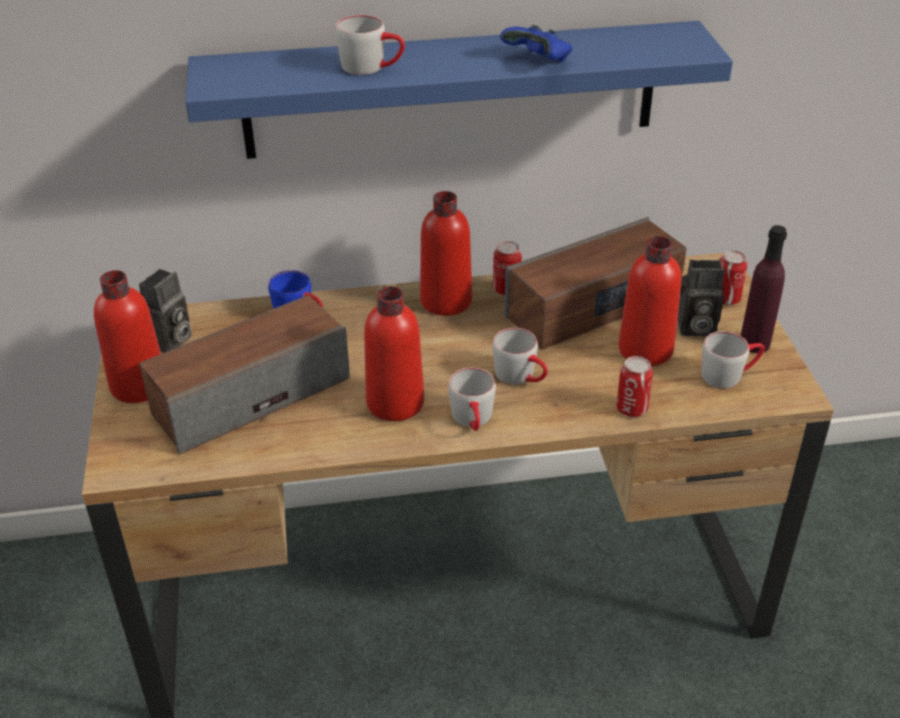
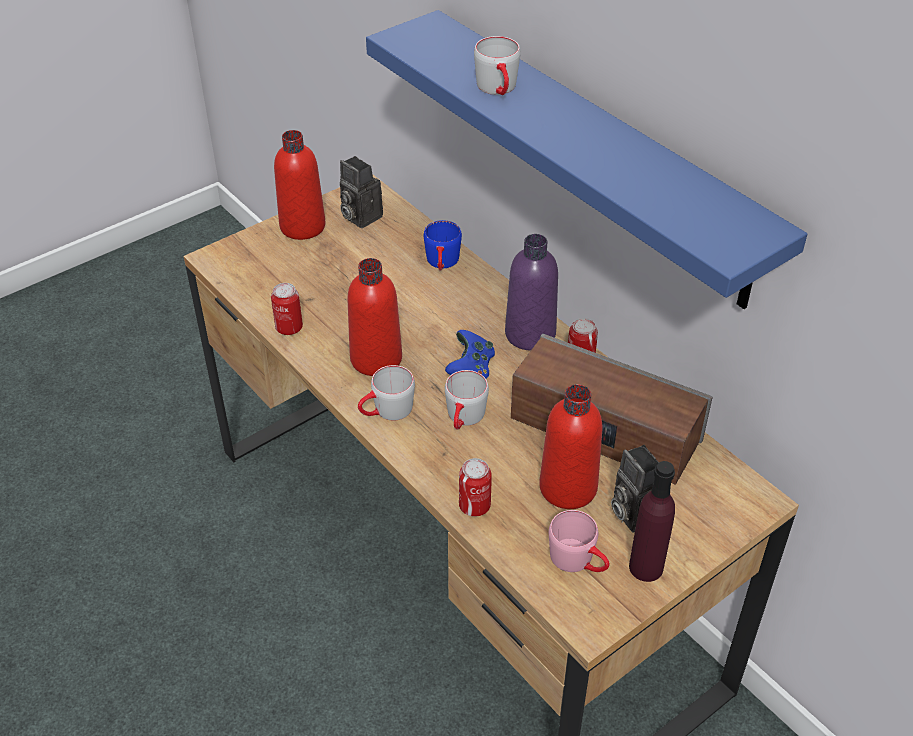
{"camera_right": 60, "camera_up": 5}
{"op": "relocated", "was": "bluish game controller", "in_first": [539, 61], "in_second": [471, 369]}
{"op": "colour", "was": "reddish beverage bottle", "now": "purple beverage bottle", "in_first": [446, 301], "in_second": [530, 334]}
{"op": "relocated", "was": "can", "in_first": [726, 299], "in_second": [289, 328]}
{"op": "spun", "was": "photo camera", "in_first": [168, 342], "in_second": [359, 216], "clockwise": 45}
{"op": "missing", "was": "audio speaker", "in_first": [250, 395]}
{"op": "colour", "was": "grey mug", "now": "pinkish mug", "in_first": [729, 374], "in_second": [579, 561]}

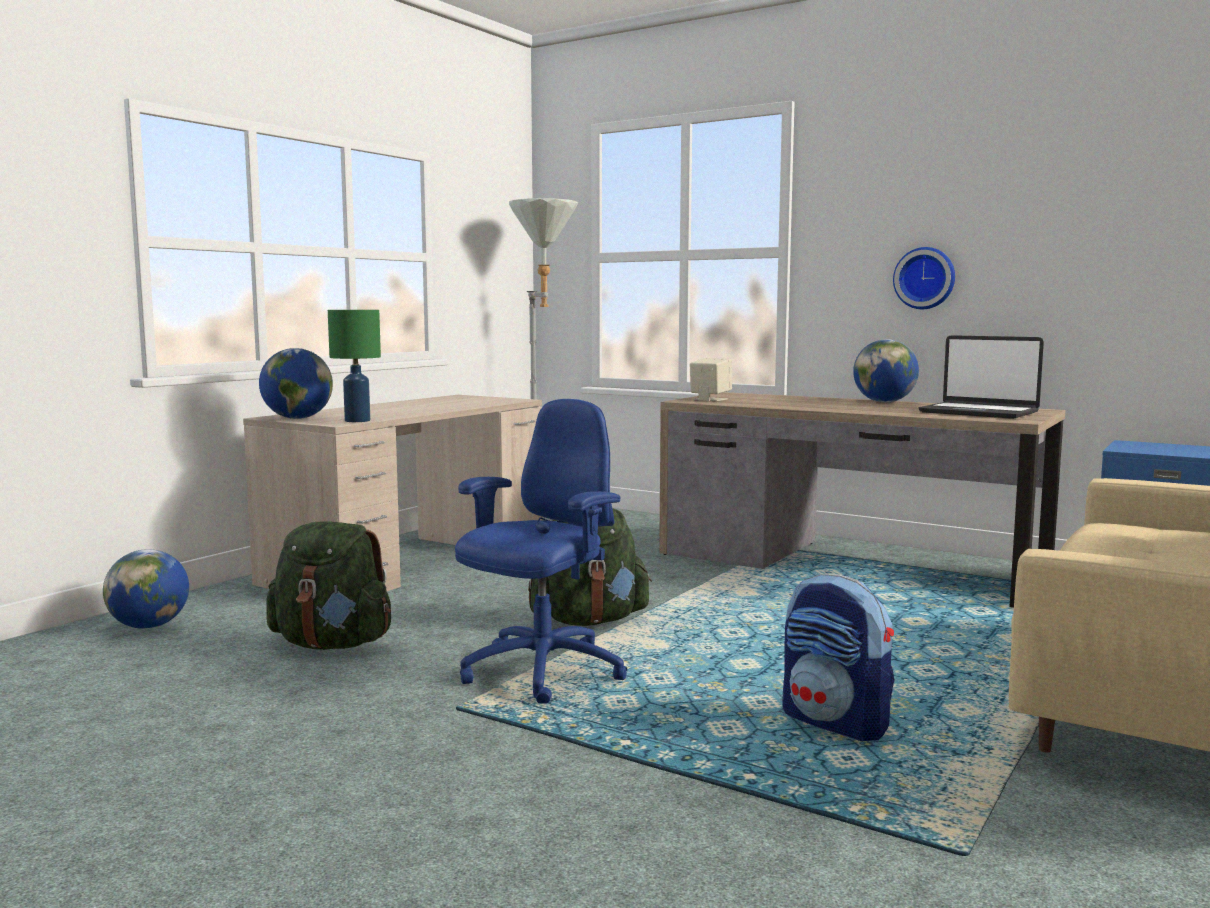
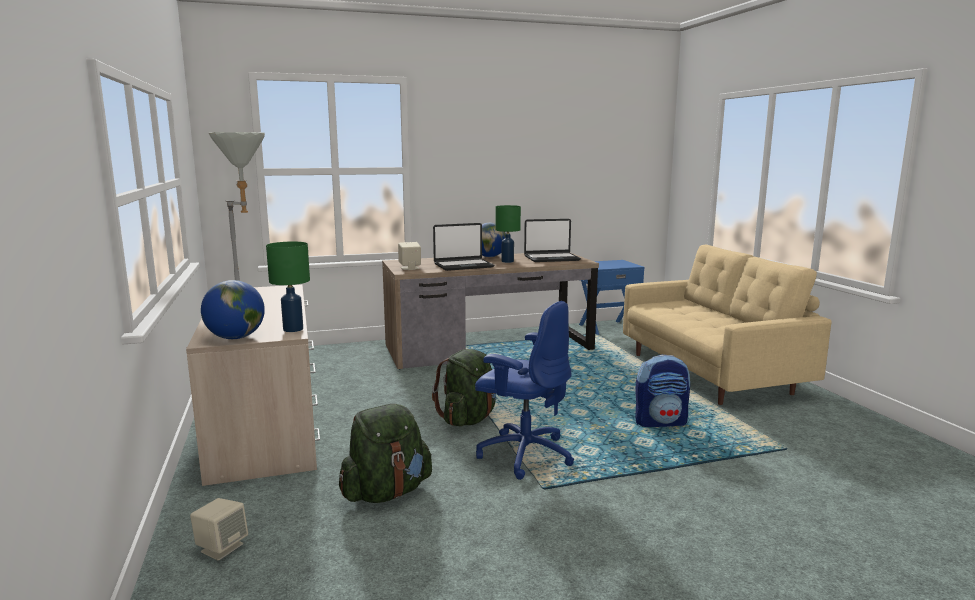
{"camera_right": -50, "camera_up": 5}
{"op": "missing", "was": "hanging clock", "in_first": [925, 278]}
{"op": "spun", "was": "bluish office chair", "in_first": [541, 673], "in_second": [524, 454], "clockwise": 135}
{"op": "exchanged", "was": "world globe", "now": "sand-coloured audio speaker", "in_first": [149, 626], "in_second": [222, 547]}
{"op": "appeared", "now": "green lamp for a table", "in_second": [508, 261]}
{"op": "appeared", "now": "laptop", "in_second": [463, 265]}

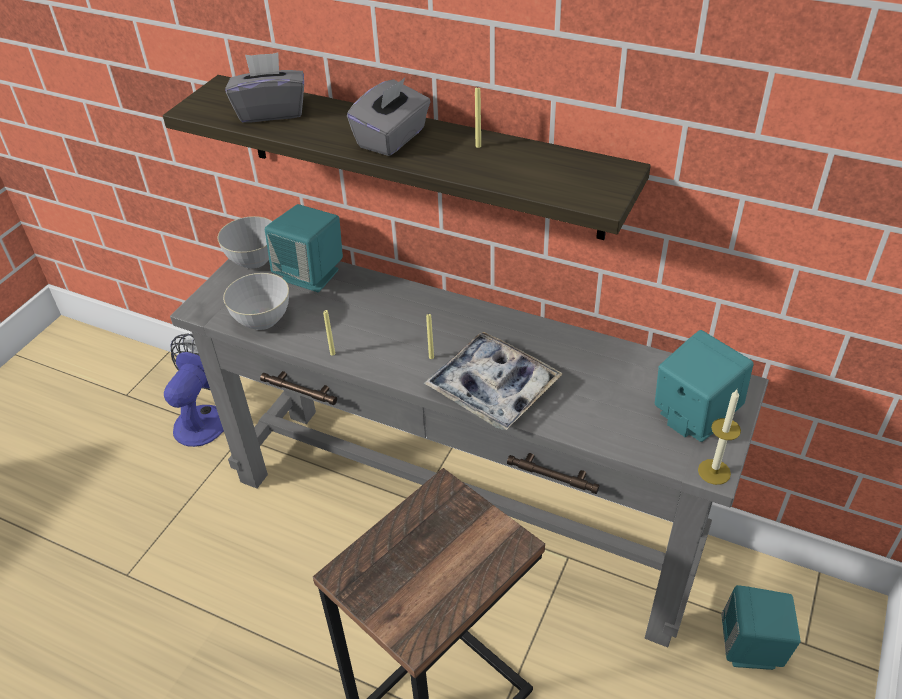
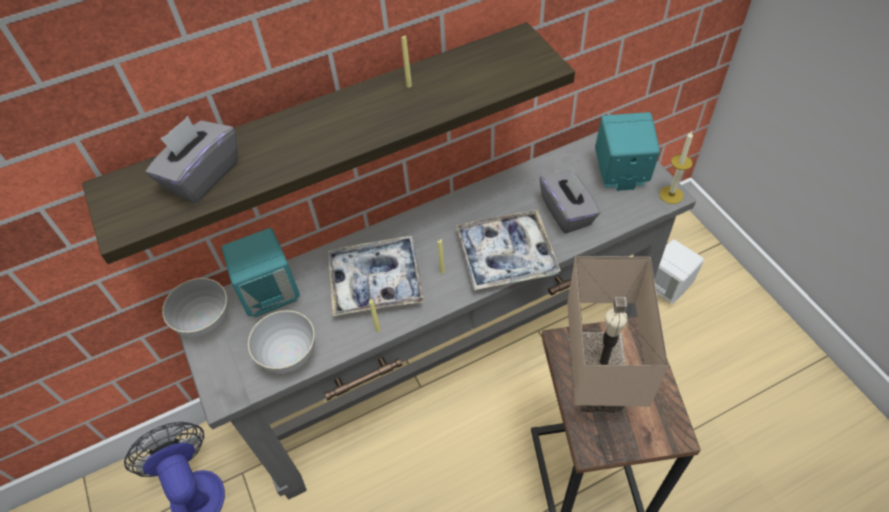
{"camera_right": -50, "camera_up": 10}
{"op": "relocated", "was": "grey box of tissues", "in_first": [392, 138], "in_second": [567, 212]}
{"op": "colour", "was": "turquoise audio speaker", "now": "whitish audio speaker", "in_first": [751, 647], "in_second": [667, 286]}
{"op": "appeared", "now": "tray", "in_second": [376, 281]}
{"op": "appeared", "now": "sand-coloured lamp for a table", "in_second": [594, 381]}

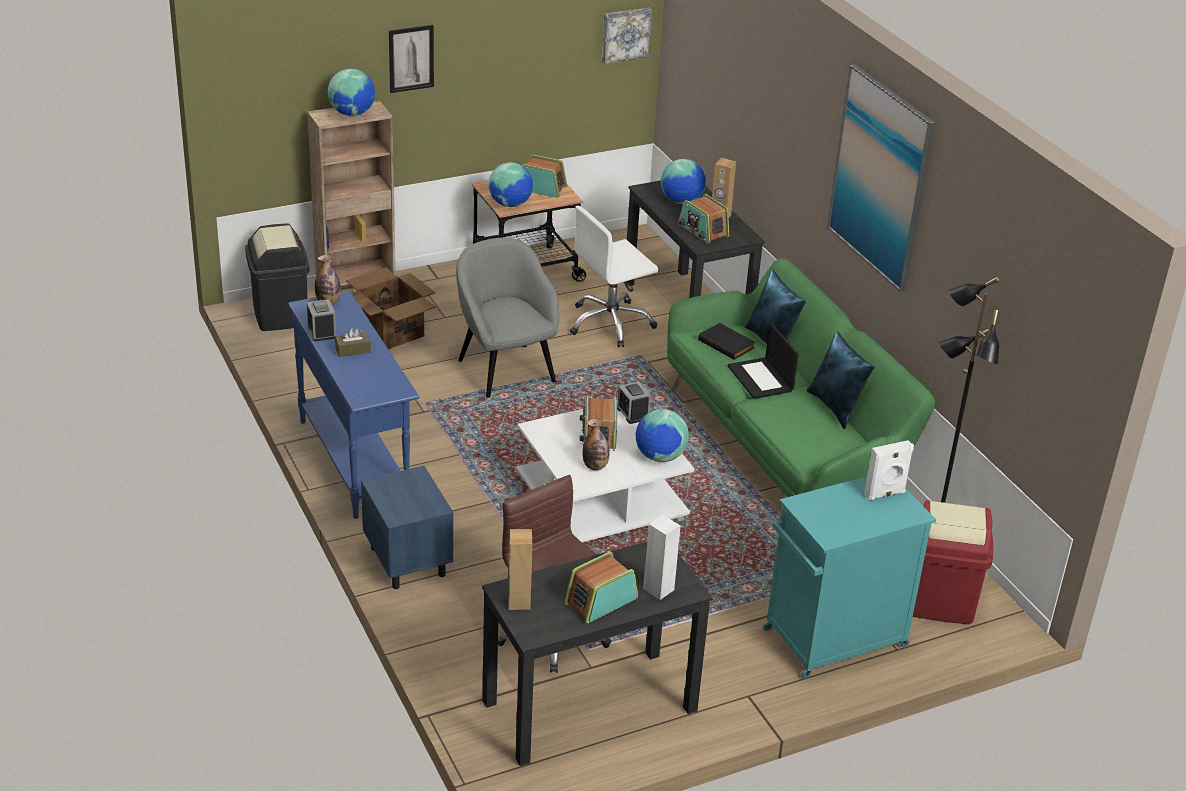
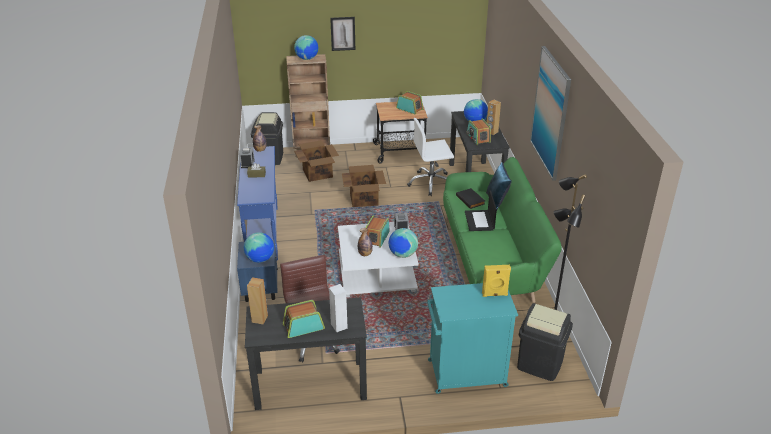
{"camera_right": 20, "camera_up": 0}
{"op": "missing", "was": "picture", "in_first": [625, 34]}
{"op": "relocated", "was": "world globe", "in_first": [510, 204], "in_second": [260, 259]}
{"op": "exchanged", "was": "grey lounge chair", "now": "cardboard box", "in_first": [505, 369], "in_second": [364, 199]}
{"op": "missing", "was": "bluish throw pillow", "in_first": [836, 407]}
{"op": "colour", "was": "whitish audio speaker", "now": "yellow audio speaker", "in_first": [885, 494], "in_second": [494, 295]}
{"op": "colour", "was": "reddish waste bin", "now": "black-coloured waste bin", "in_first": [940, 601], "in_second": [540, 364]}

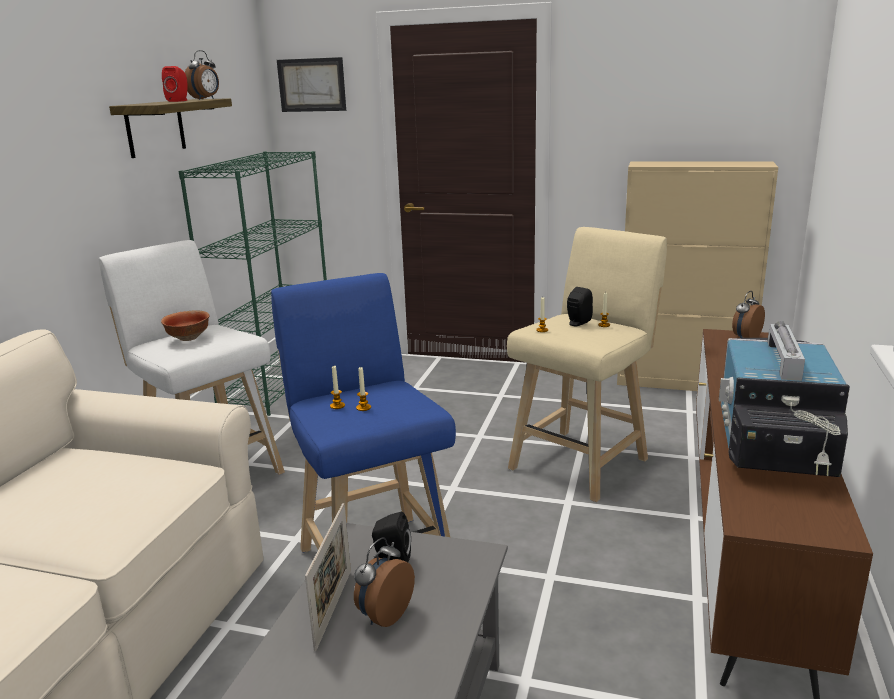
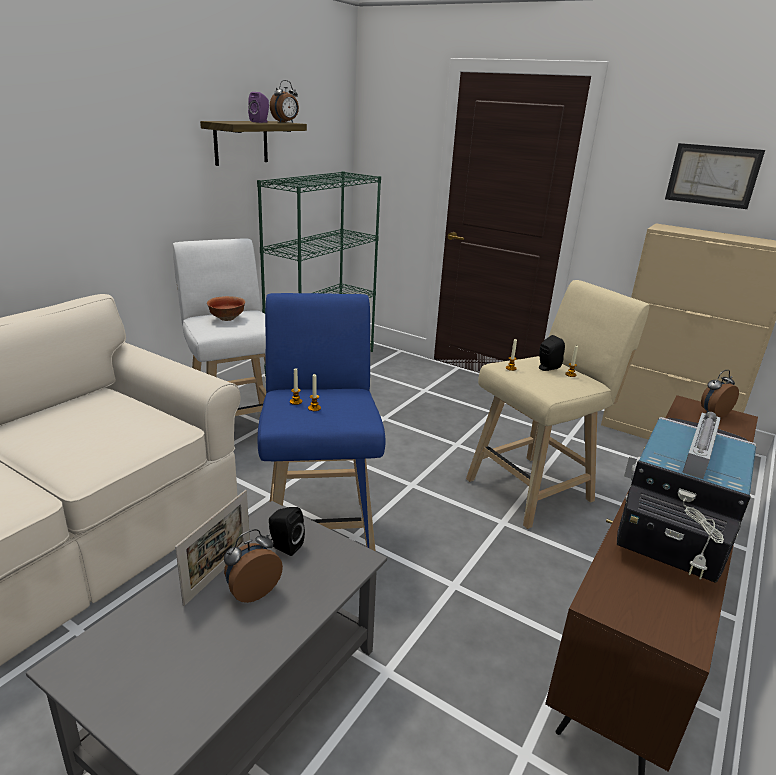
{"camera_right": 15, "camera_up": 5}
{"op": "relocated", "was": "picture", "in_first": [312, 85], "in_second": [712, 175]}
{"op": "colour", "was": "reddish audio speaker", "now": "purple audio speaker", "in_first": [179, 101], "in_second": [260, 122]}

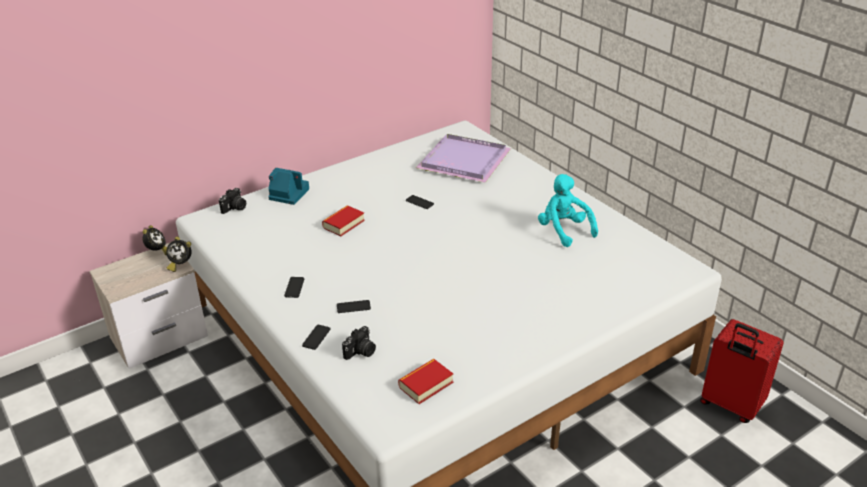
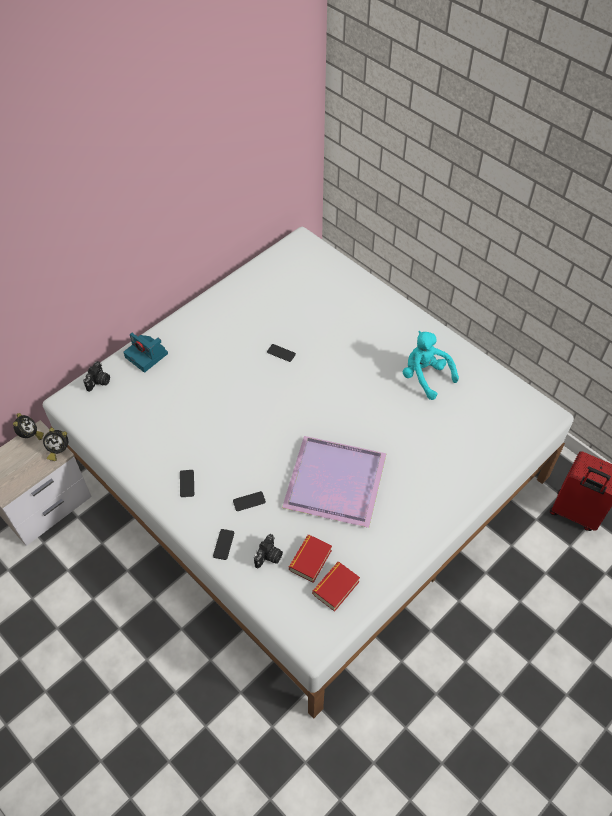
{"camera_right": -10, "camera_up": 20}
{"op": "relocated", "was": "purple tray", "in_first": [462, 161], "in_second": [333, 483]}
{"op": "spun", "was": "photo camera", "in_first": [288, 194], "in_second": [147, 355], "clockwise": -150}
{"op": "relocated", "was": "bound book", "in_first": [343, 224], "in_second": [310, 560]}

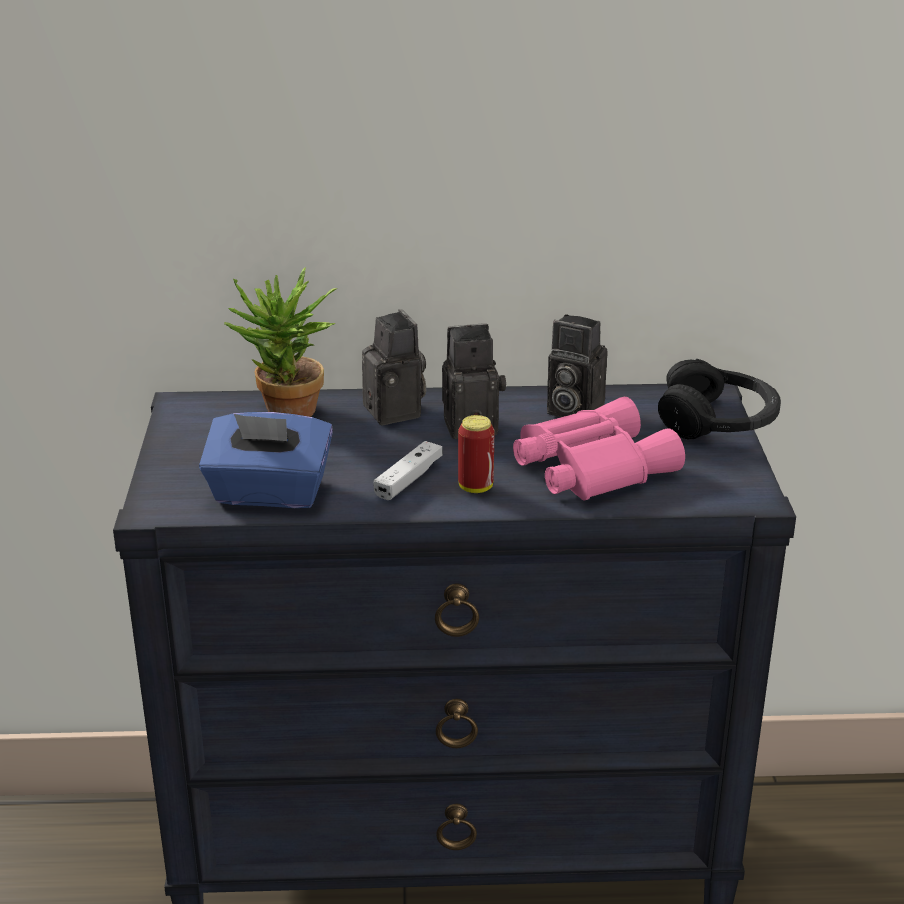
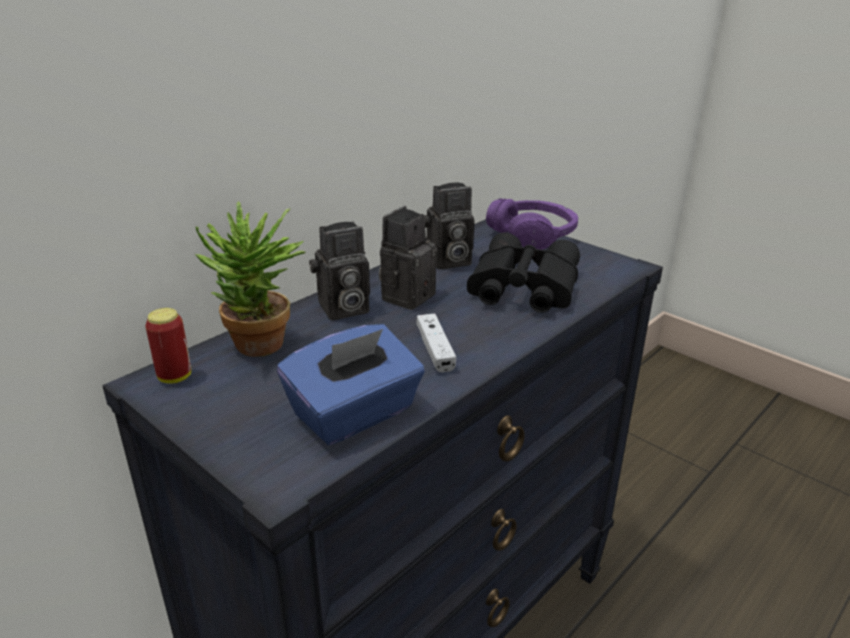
{"camera_right": -45, "camera_up": 0}
{"op": "spun", "was": "photo camera", "in_first": [397, 412], "in_second": [342, 310], "clockwise": 135}
{"op": "colour", "was": "black-coloured headset", "now": "purple headset", "in_first": [718, 422], "in_second": [533, 235]}
{"op": "colour", "was": "pinkish binoculars", "now": "black-coloured binoculars", "in_first": [589, 466], "in_second": [521, 288]}
{"op": "relocated", "was": "can", "in_first": [475, 487], "in_second": [175, 377]}

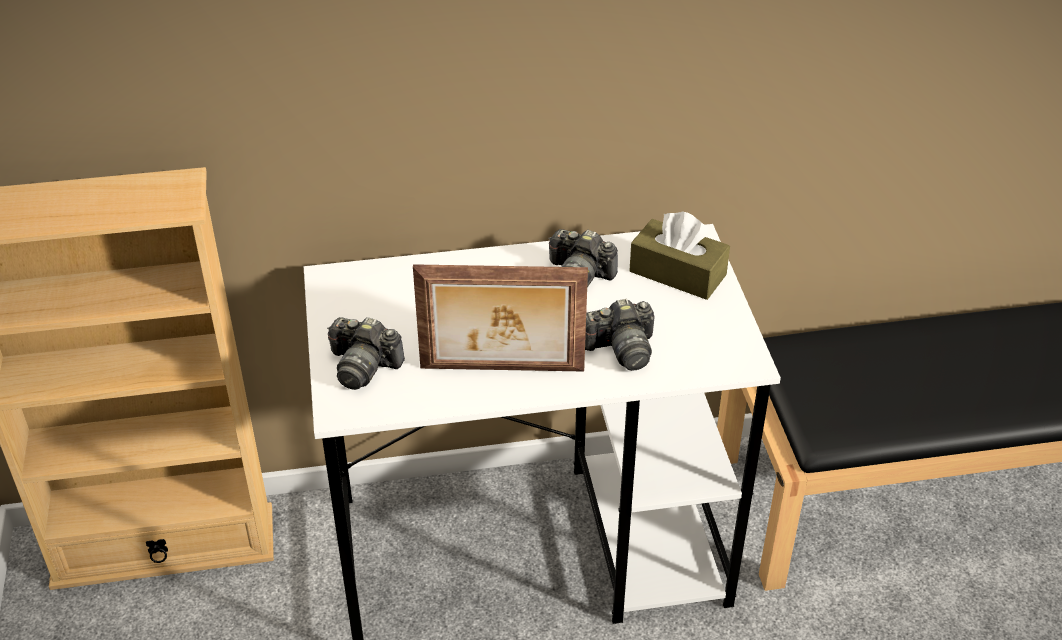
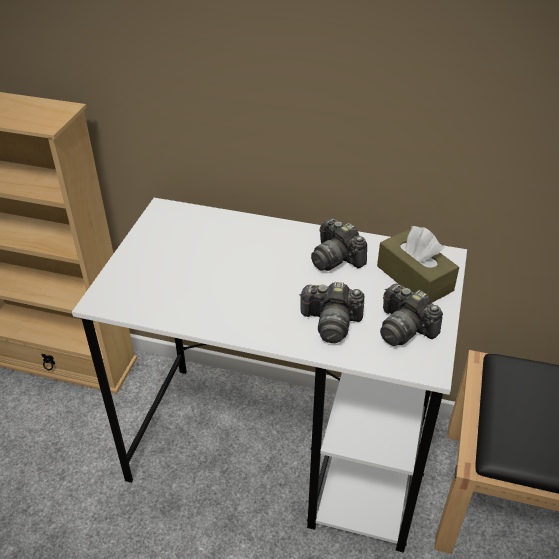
{"camera_right": 25, "camera_up": 0}
{"op": "missing", "was": "standing frame", "in_first": [502, 370]}
{"op": "relocated", "was": "photo camera", "in_first": [363, 366], "in_second": [404, 328]}

